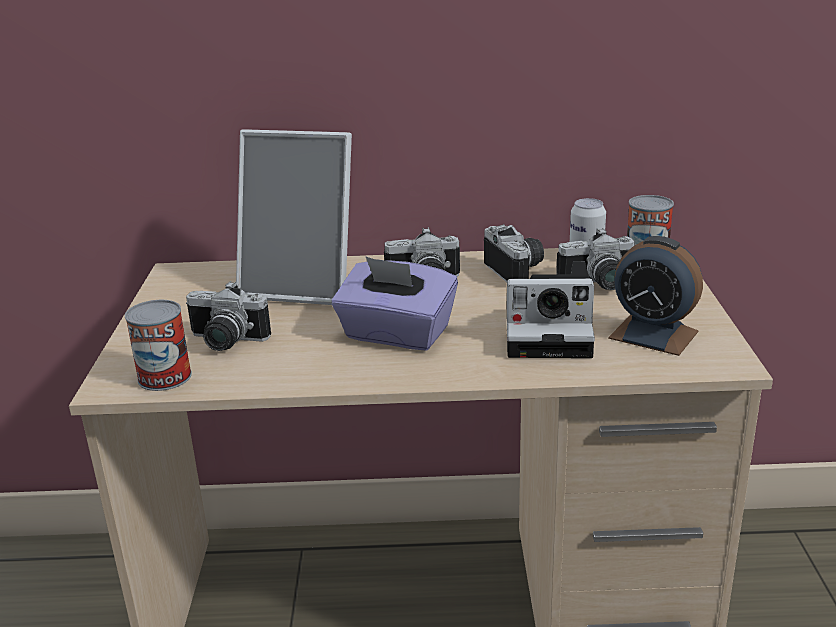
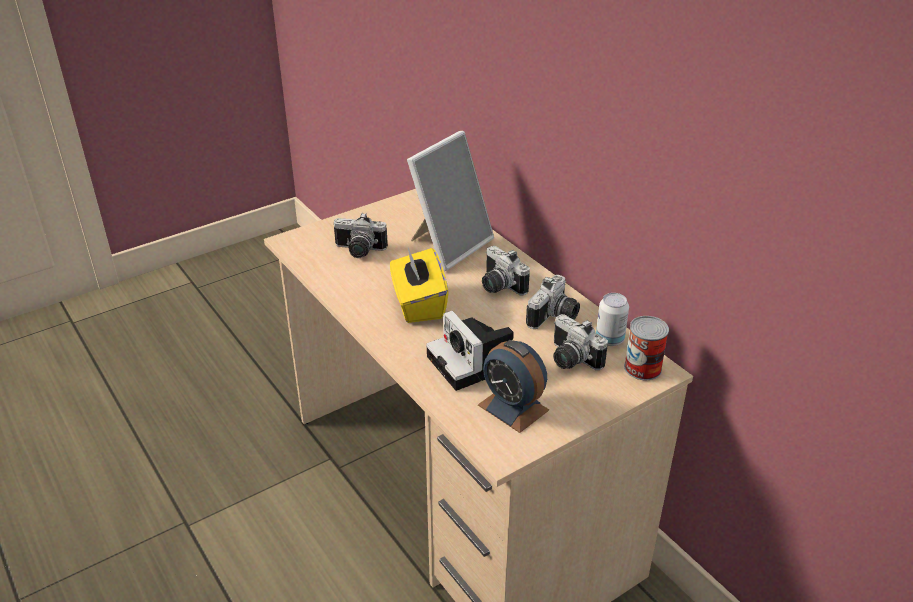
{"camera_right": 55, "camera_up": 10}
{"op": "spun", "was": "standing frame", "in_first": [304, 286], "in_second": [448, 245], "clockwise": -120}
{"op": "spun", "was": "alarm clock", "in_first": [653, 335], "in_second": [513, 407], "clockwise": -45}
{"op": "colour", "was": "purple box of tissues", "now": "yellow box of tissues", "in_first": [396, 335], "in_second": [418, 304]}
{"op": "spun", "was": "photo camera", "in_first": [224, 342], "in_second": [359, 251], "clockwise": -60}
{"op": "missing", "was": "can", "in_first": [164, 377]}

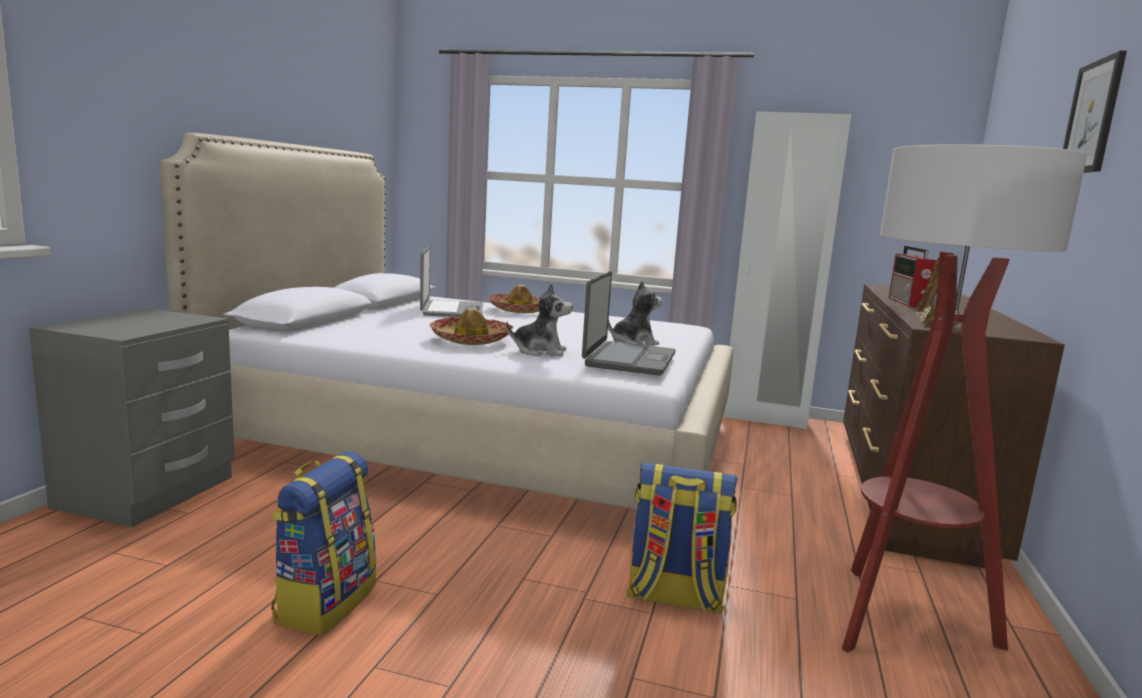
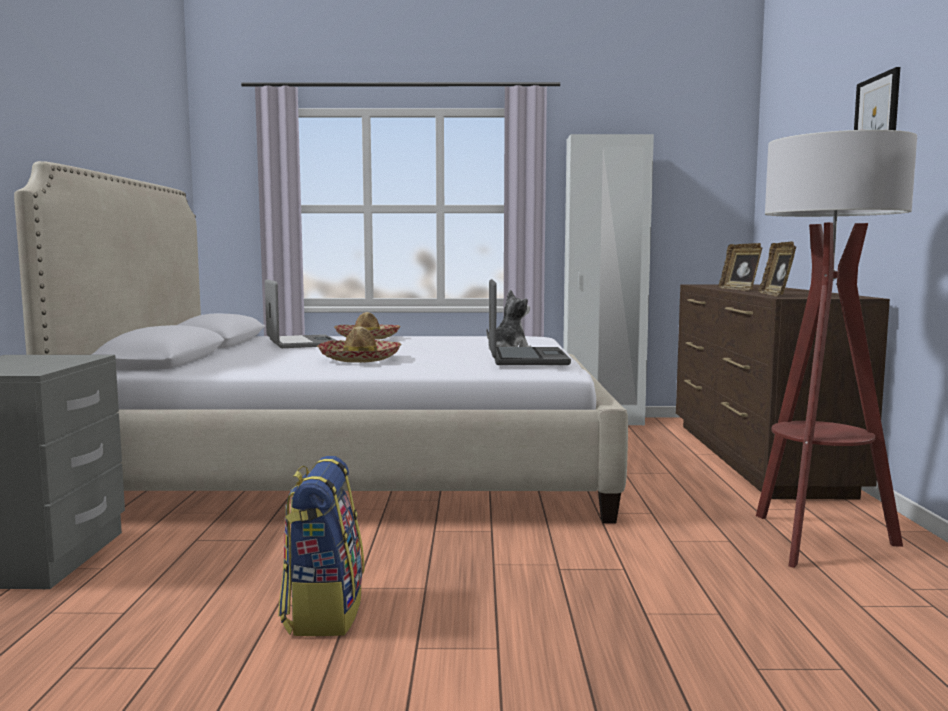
{"camera_right": -15, "camera_up": -5}
{"op": "exchanged", "was": "radio set", "now": "standing frame", "in_first": [908, 303], "in_second": [739, 289]}
{"op": "missing", "was": "plush toy", "in_first": [540, 351]}
{"op": "missing", "was": "knapsack", "in_first": [674, 596]}

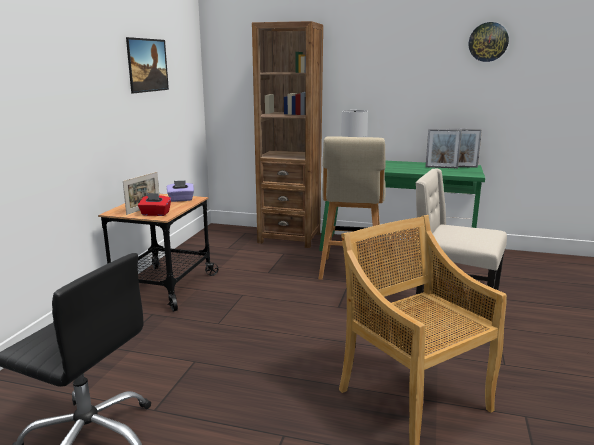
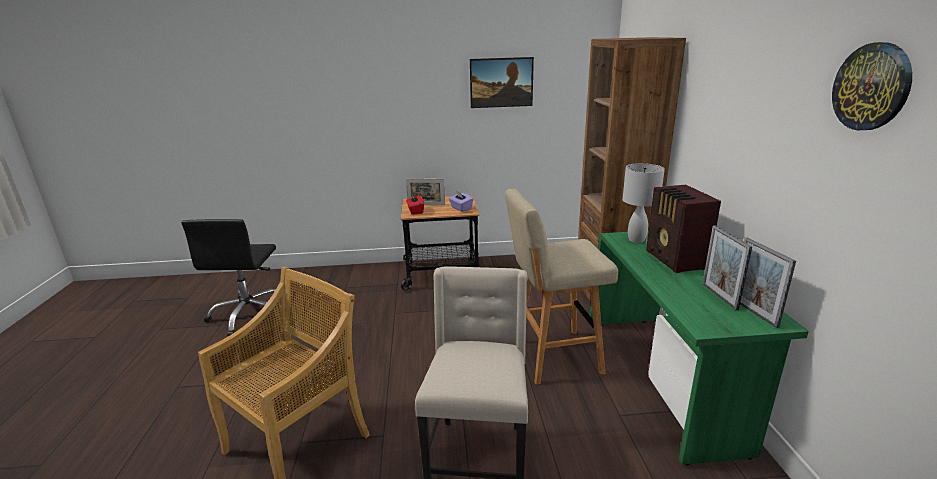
{"camera_right": 70, "camera_up": 5}
{"op": "appeared", "now": "radio set", "in_second": [675, 260]}

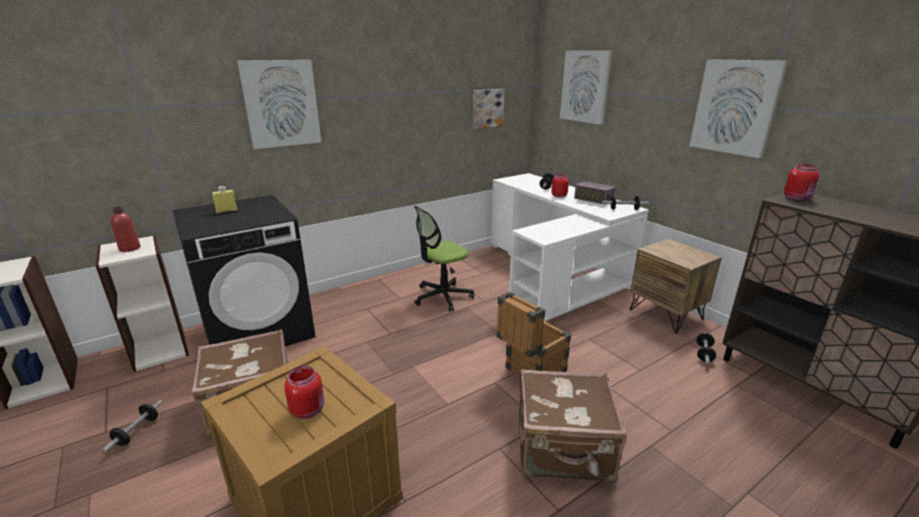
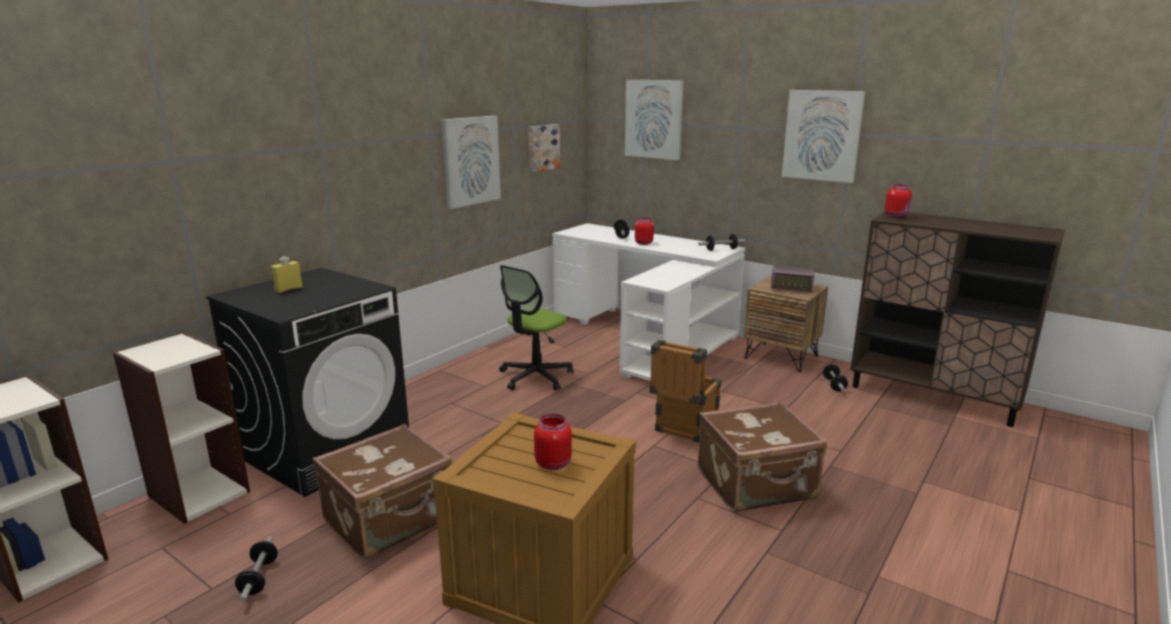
{"camera_right": -20, "camera_up": -5}
{"op": "relocated", "was": "picture", "in_first": [281, 104], "in_second": [471, 161]}
{"op": "relocated", "was": "radio set", "in_first": [593, 200], "in_second": [791, 288]}
{"op": "missing", "was": "reddish beverage bottle", "in_first": [130, 248]}

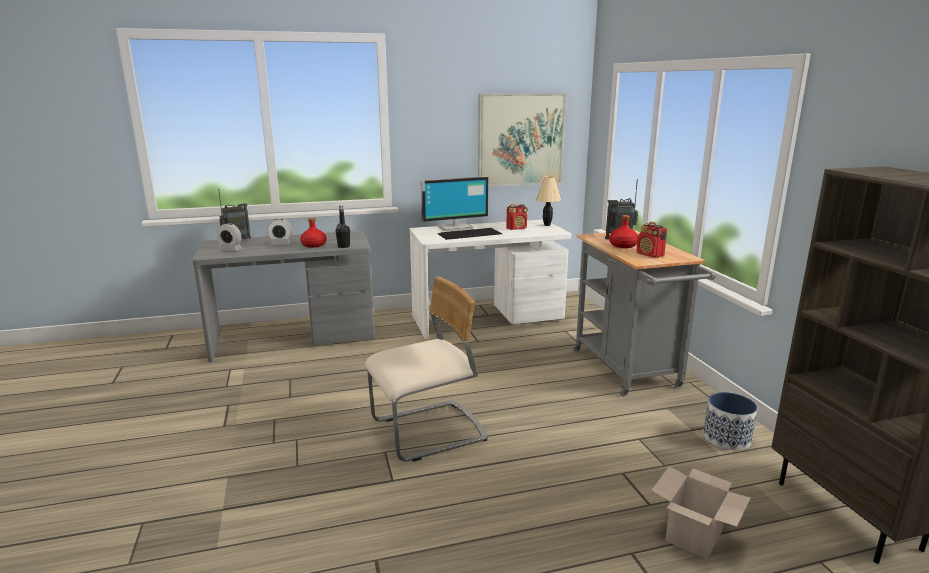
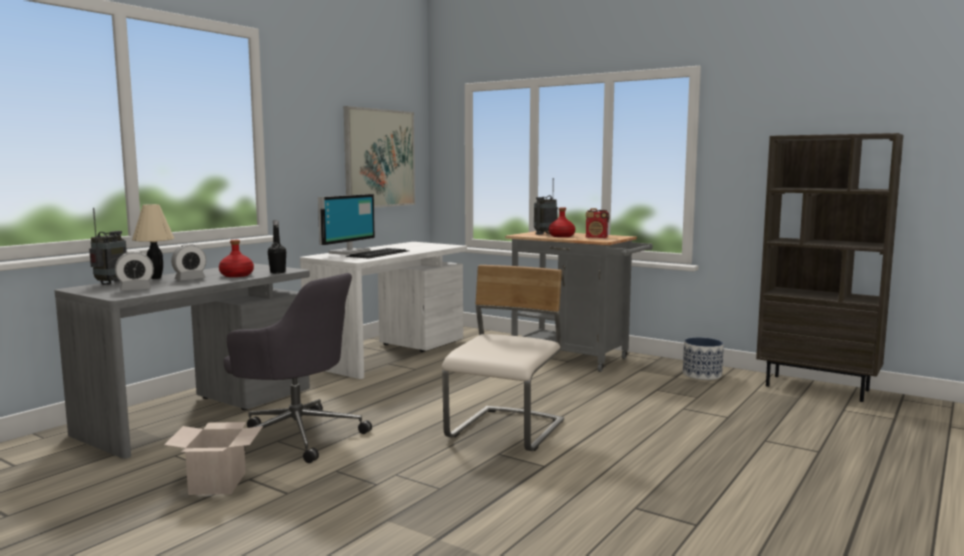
{"camera_right": -40, "camera_up": -10}
{"op": "relocated", "was": "sand-coloured lamp for a table", "in_first": [547, 225], "in_second": [156, 278]}
{"op": "missing", "was": "radio set", "in_first": [517, 228]}
{"op": "relocated", "was": "cardboard box", "in_first": [694, 537], "in_second": [218, 484]}
{"op": "appeared", "now": "grey office chair", "in_second": [296, 436]}

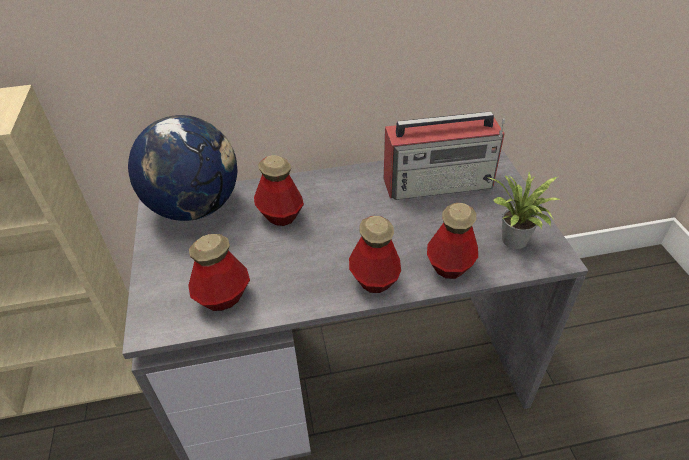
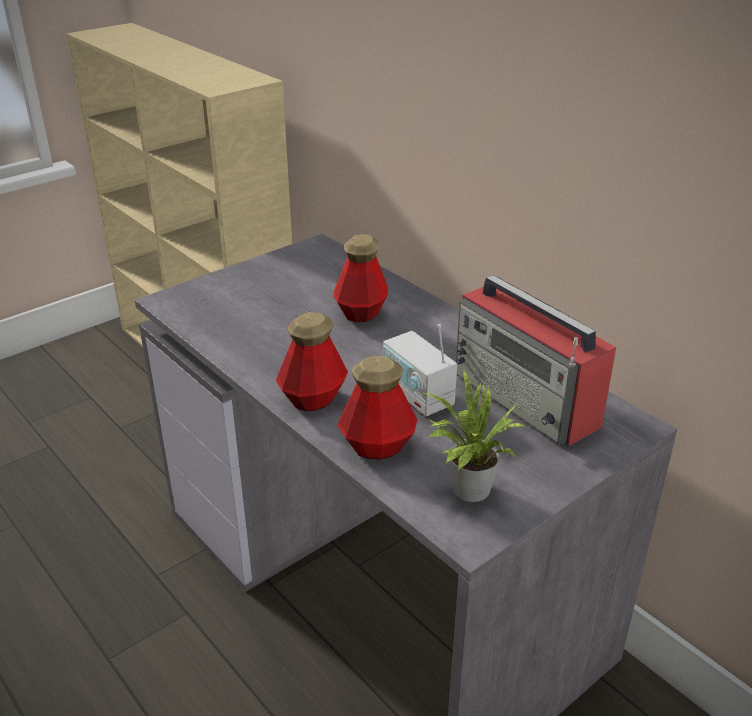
{"camera_right": 60, "camera_up": -10}
{"op": "missing", "was": "world globe", "in_first": [195, 207]}
{"op": "missing", "was": "beverage bottle", "in_first": [223, 297]}
{"op": "appeared", "now": "radio set", "in_second": [417, 396]}

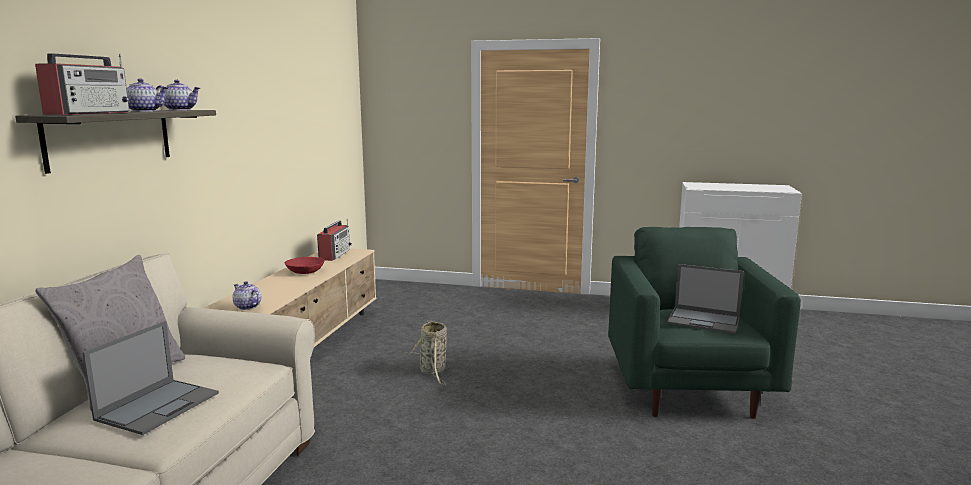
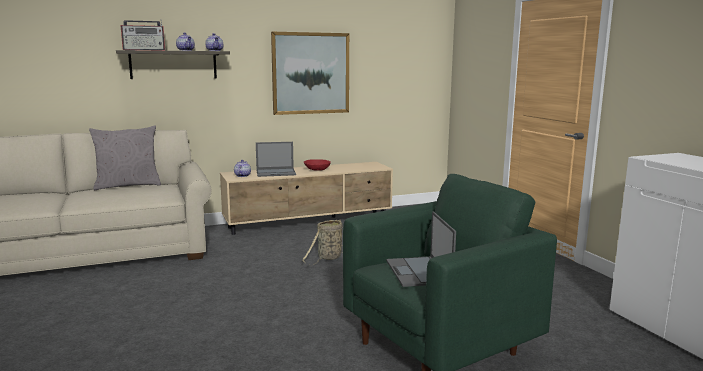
{"camera_right": 55, "camera_up": 0}
{"op": "missing", "was": "radio set", "in_first": [335, 254]}
{"op": "relocated", "was": "laptop", "in_first": [159, 405], "in_second": [276, 173]}
{"op": "appeared", "now": "picture", "in_second": [310, 73]}

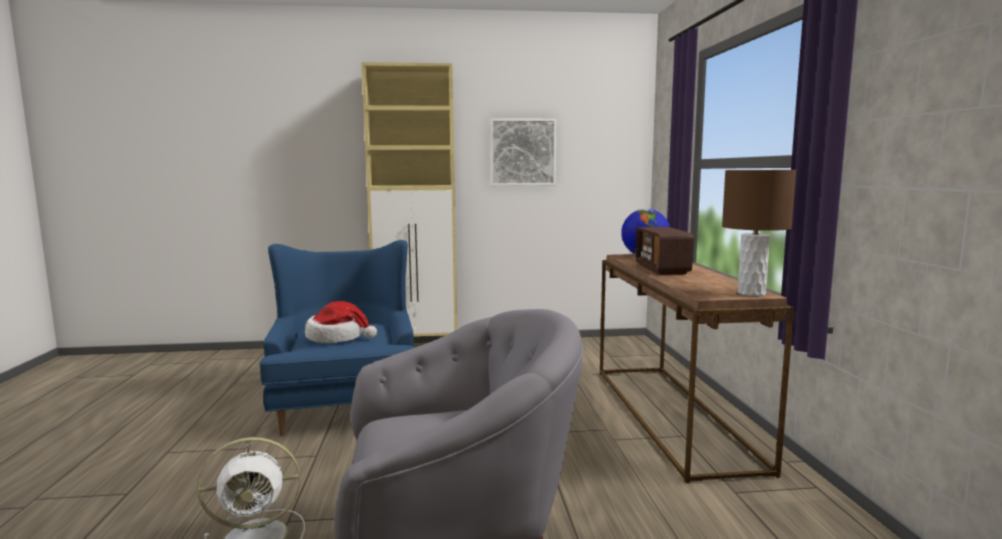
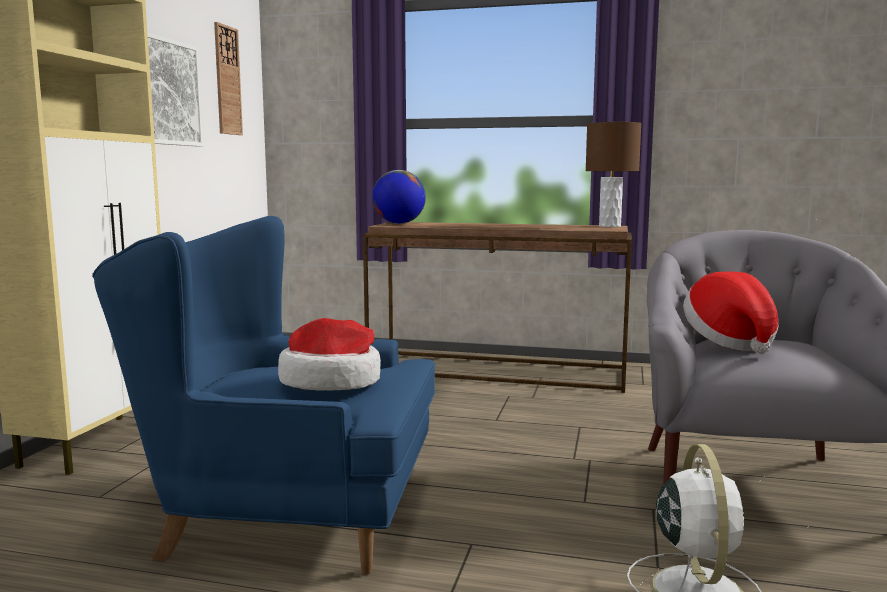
{"camera_right": -70, "camera_up": 0}
{"op": "missing", "was": "radio set", "in_first": [662, 269]}
{"op": "appeared", "now": "hanging clock", "in_second": [227, 80]}
{"op": "appeared", "now": "wearable hat", "in_second": [729, 342]}

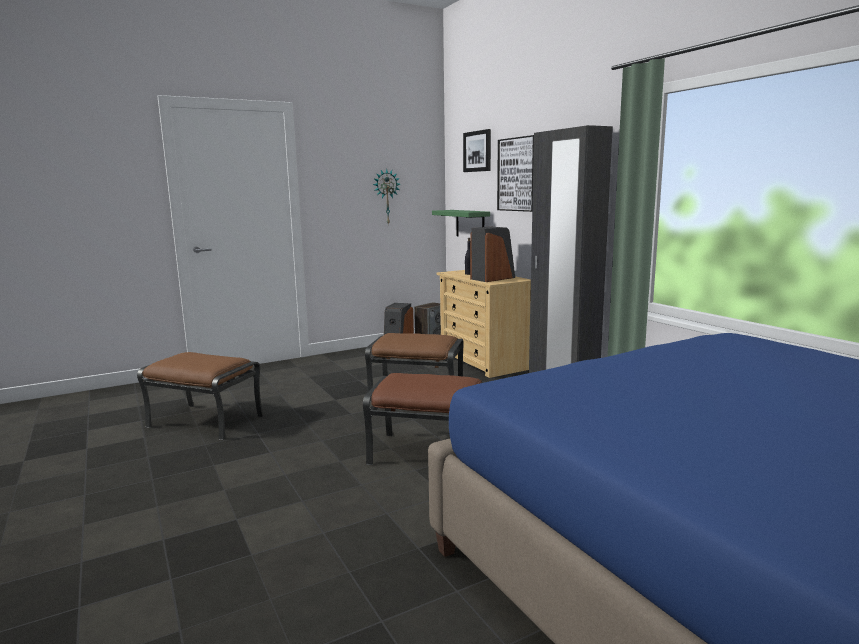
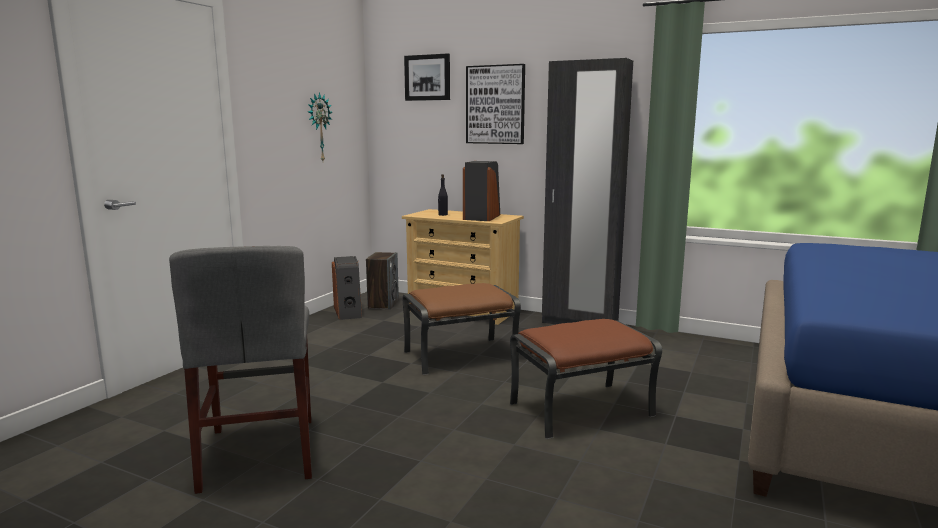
{"camera_right": -35, "camera_up": 0}
{"op": "missing", "was": "green bracket shelf", "in_first": [470, 224]}
{"op": "exchanged", "was": "brownish footrest", "now": "grey chair", "in_first": [204, 422], "in_second": [259, 453]}

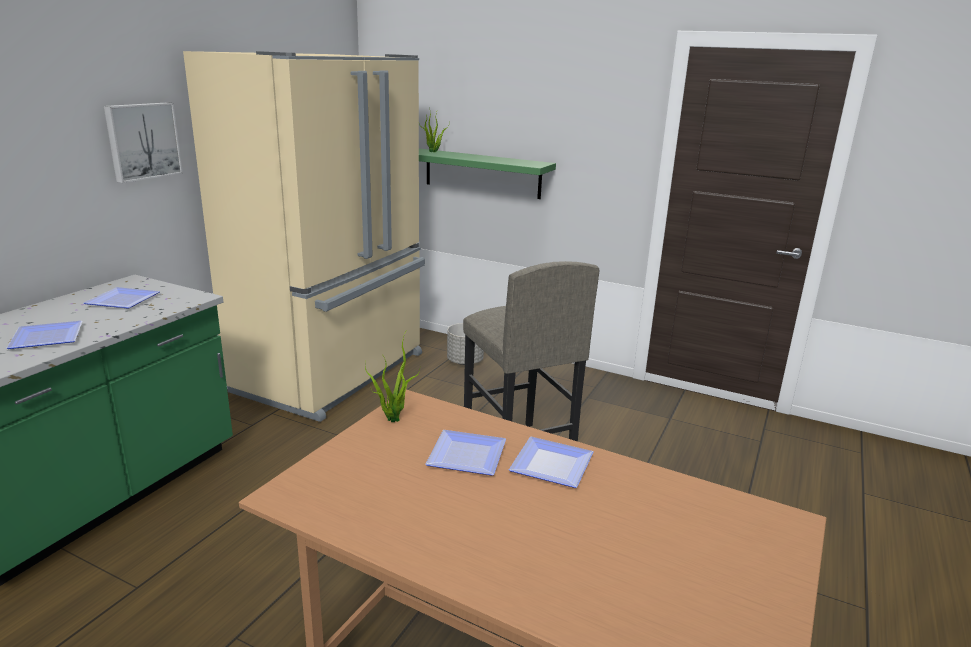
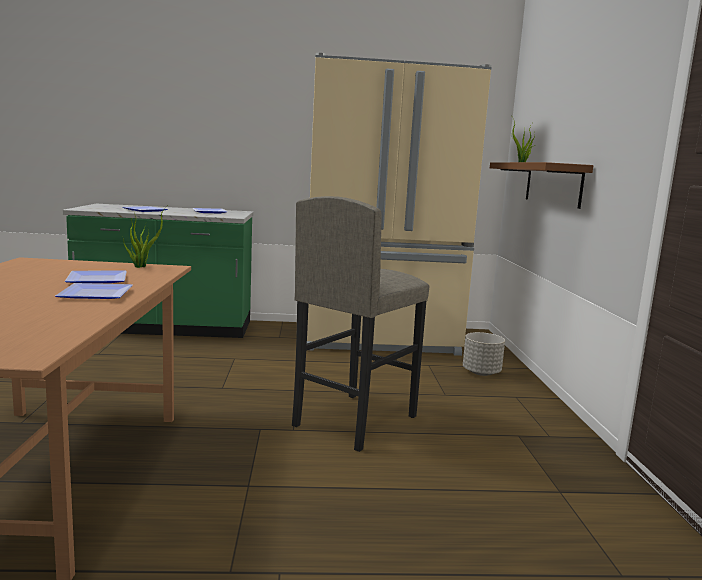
{"camera_right": 60, "camera_up": -10}
{"op": "missing", "was": "picture", "in_first": [142, 141]}
{"op": "colour", "was": "green bracket shelf", "now": "brownish bracket shelf", "in_first": [482, 173], "in_second": [552, 184]}

